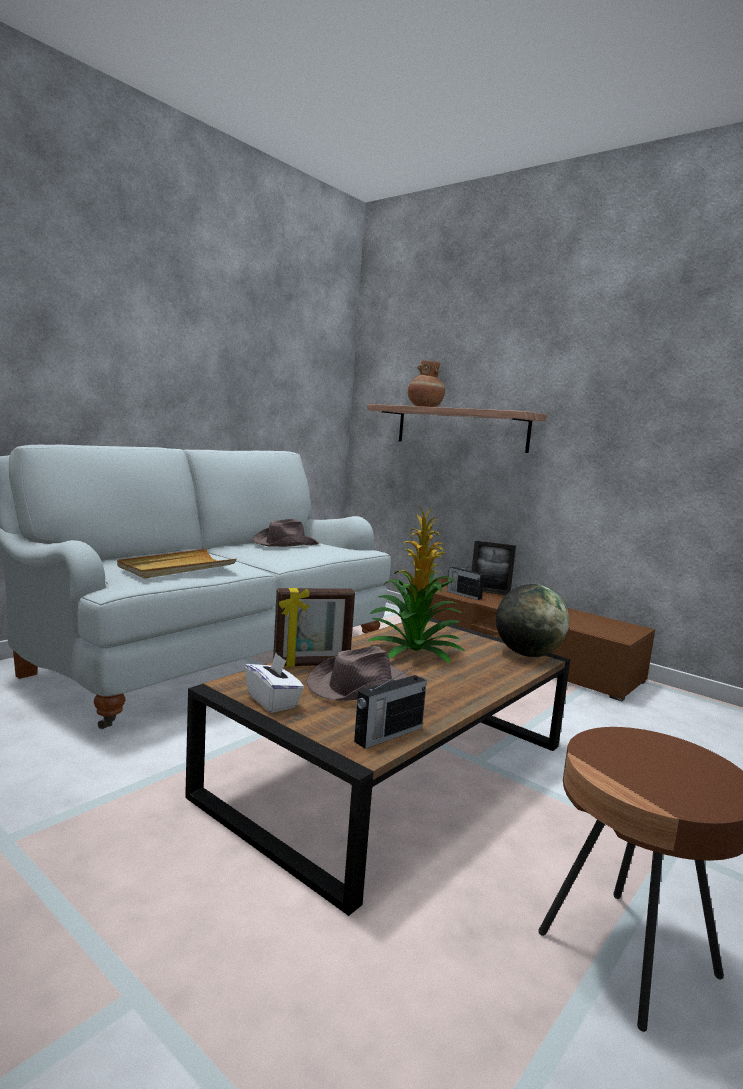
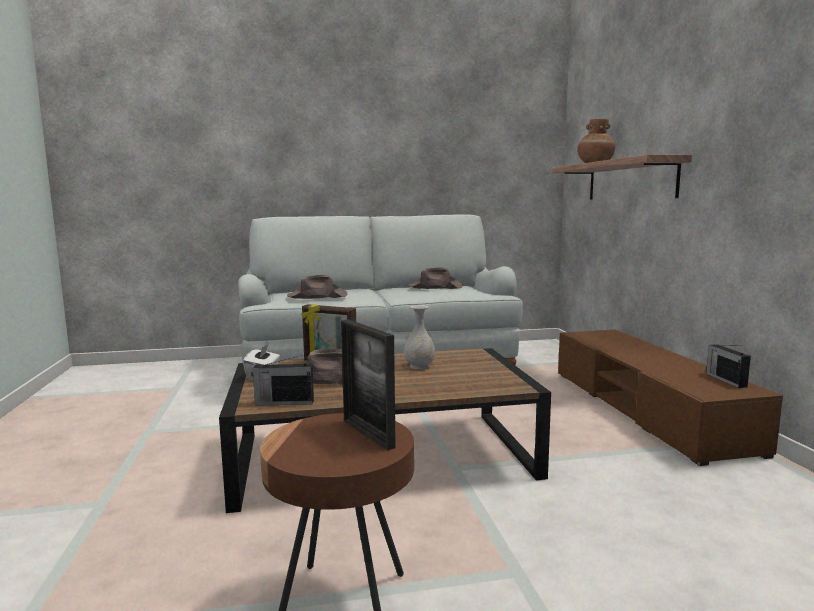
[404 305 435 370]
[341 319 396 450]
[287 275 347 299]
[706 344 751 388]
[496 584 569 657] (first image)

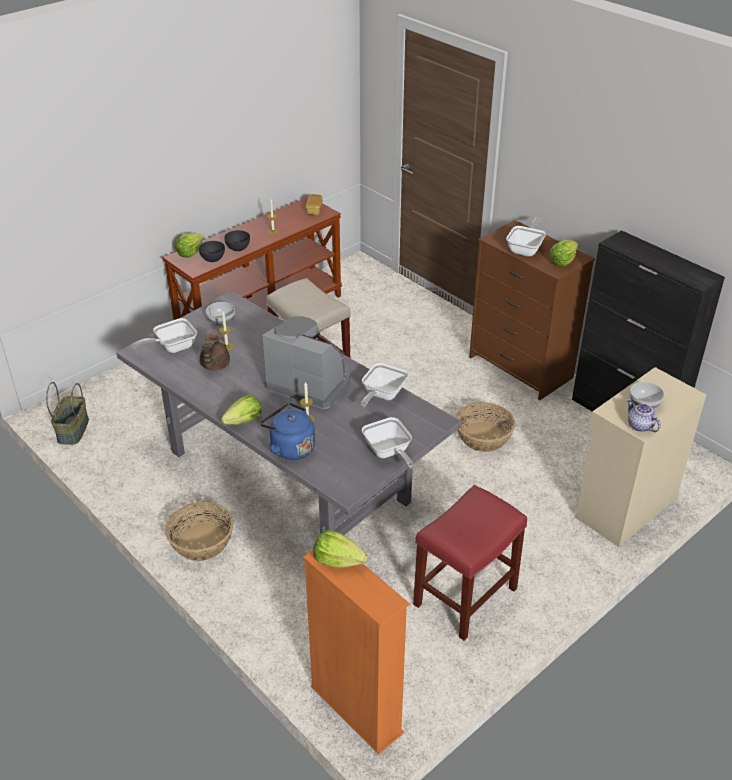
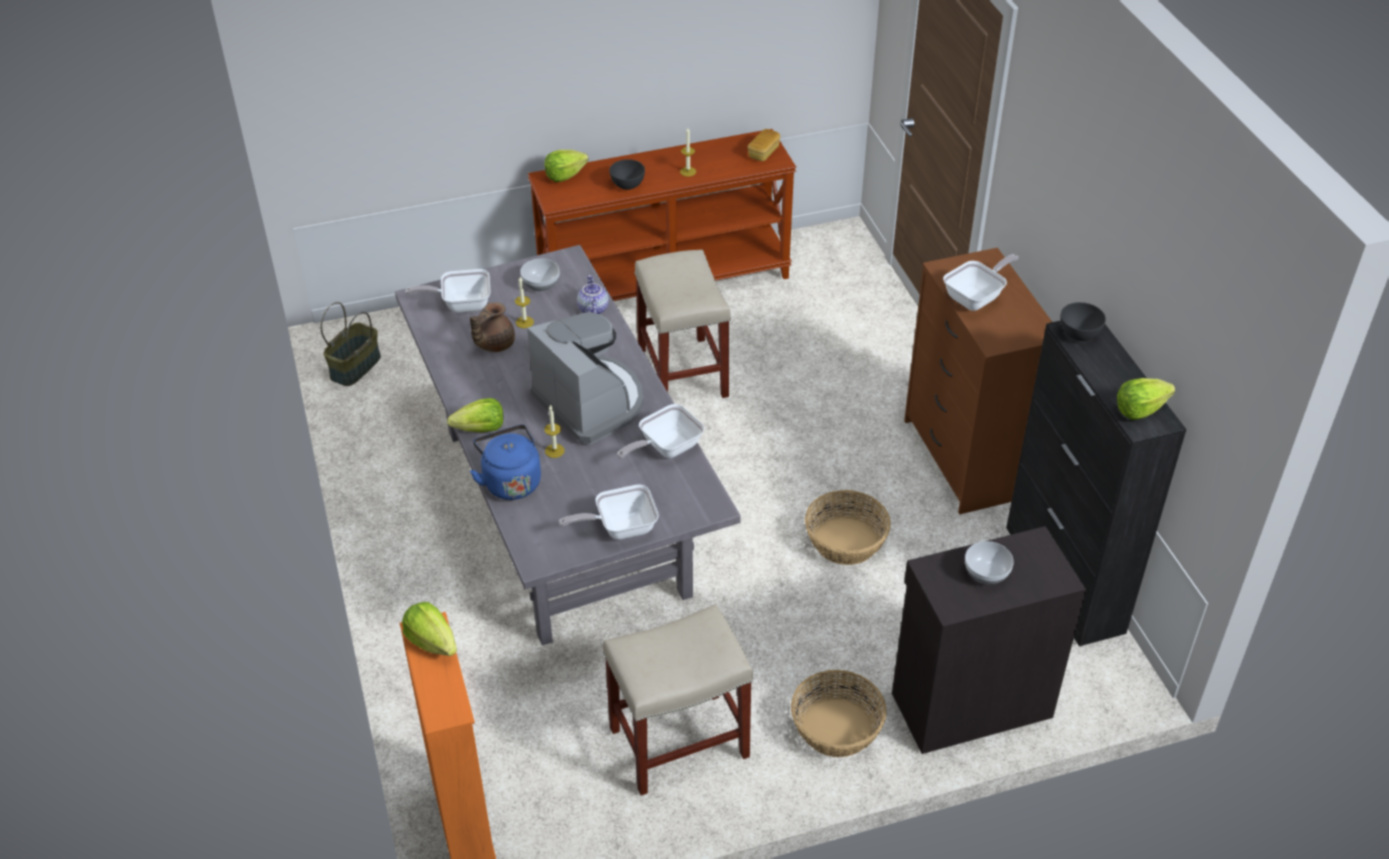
[1117 378 1175 420]
[1060 302 1106 341]
[892 526 1086 754]
[577 275 609 314]
[559 484 659 540]
[603 604 753 796]
[791 670 887 757]

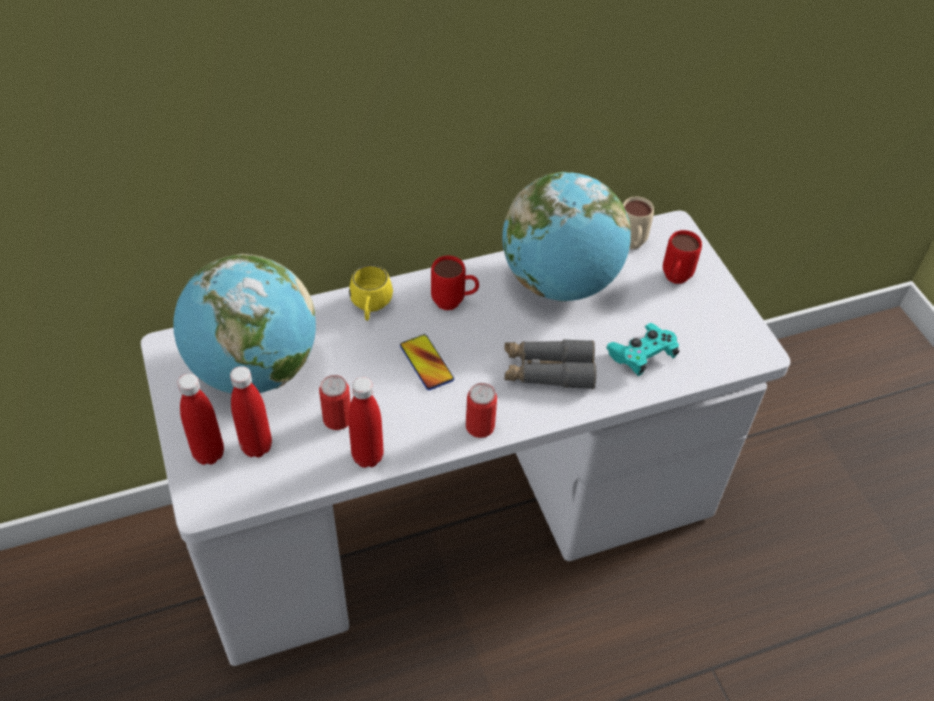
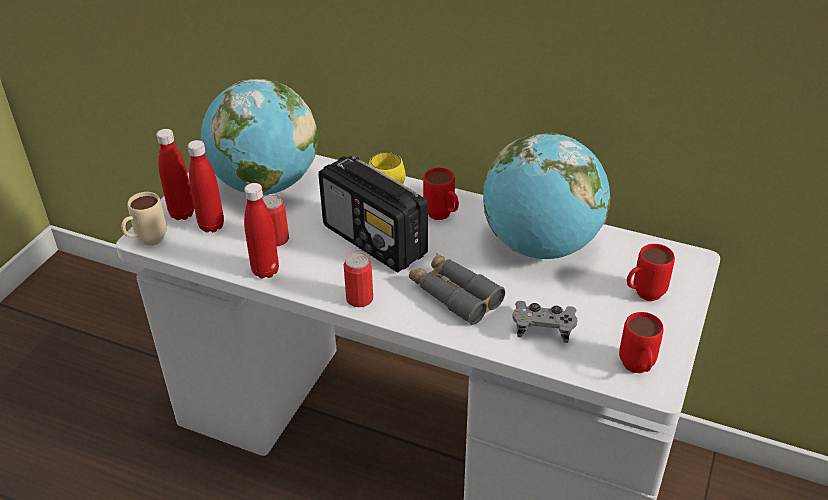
[121 192 167 246]
[512 301 577 343]
[318 156 428 272]
[619 312 663 373]

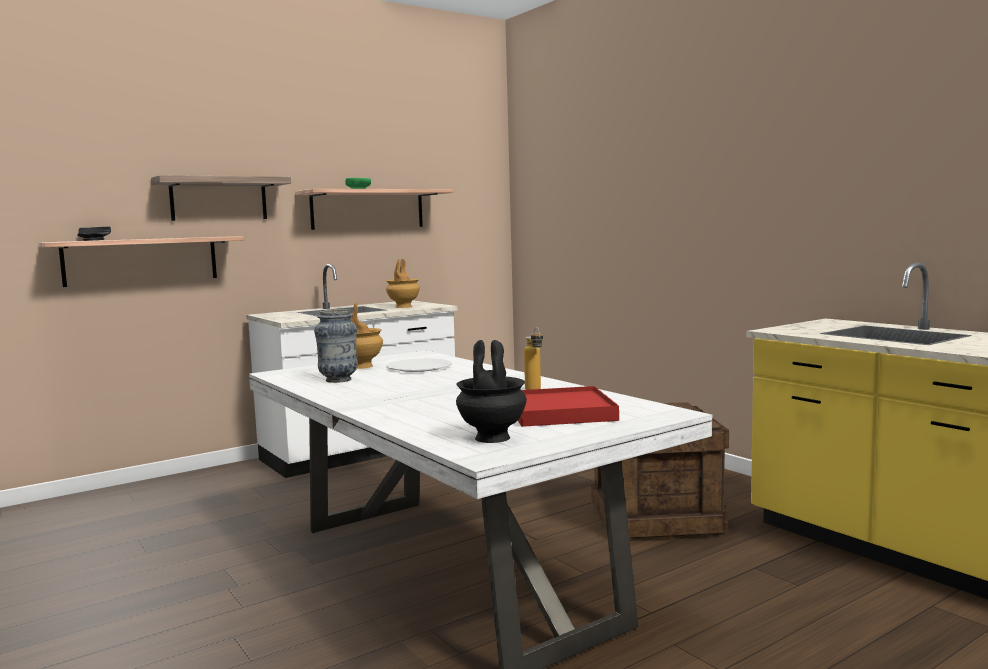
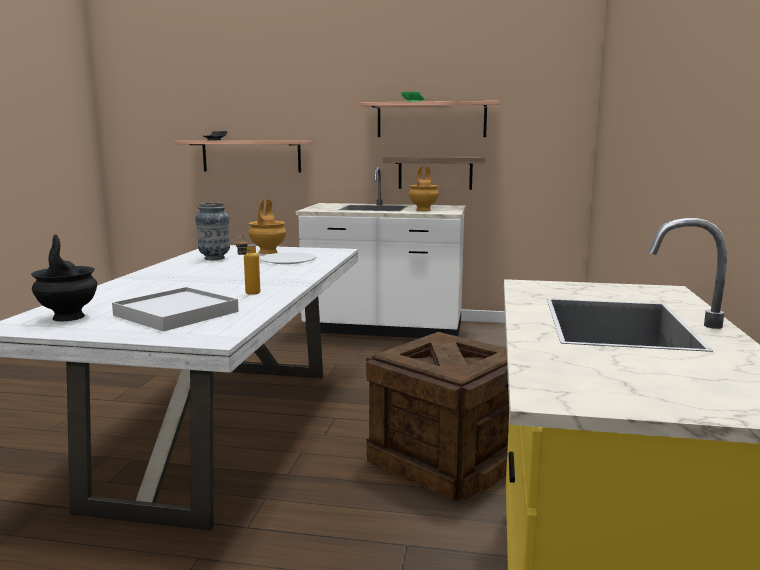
[382 156 485 190]
[112 287 239 331]

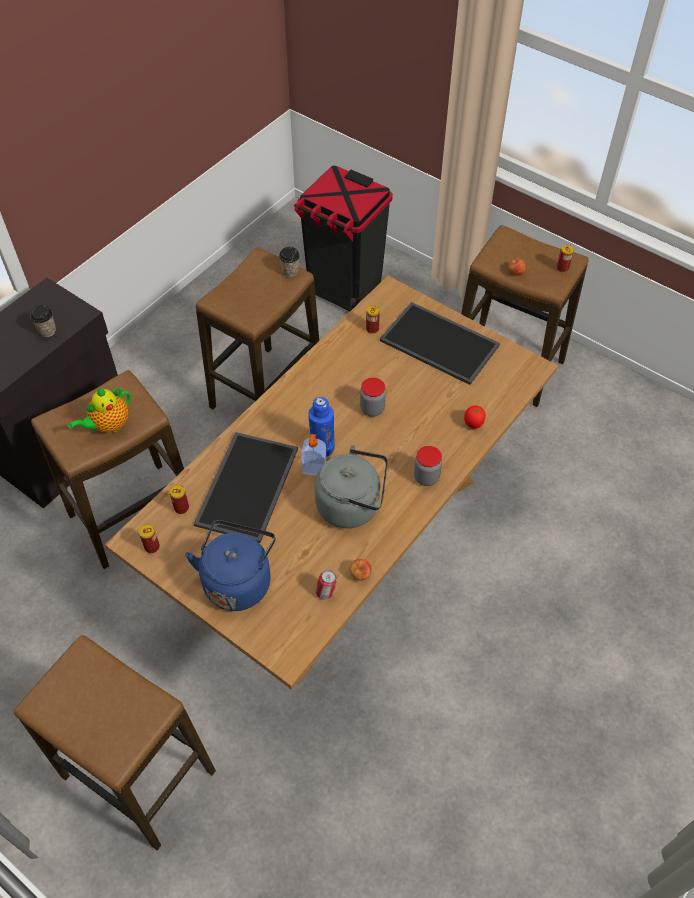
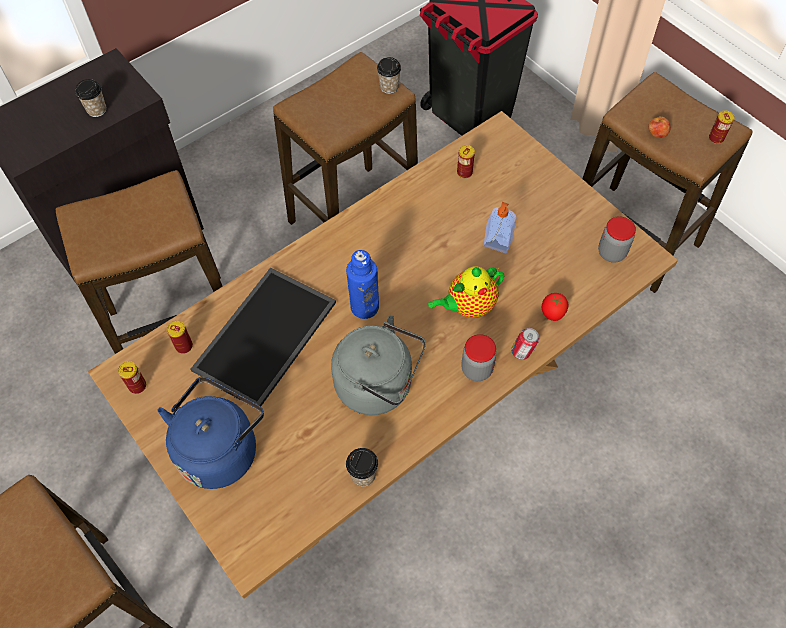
[380 302 500 385] (first image)
[598 216 636 263]
[428 266 504 318]
[484 202 516 253]
[346 448 378 486]
[511 328 539 360]

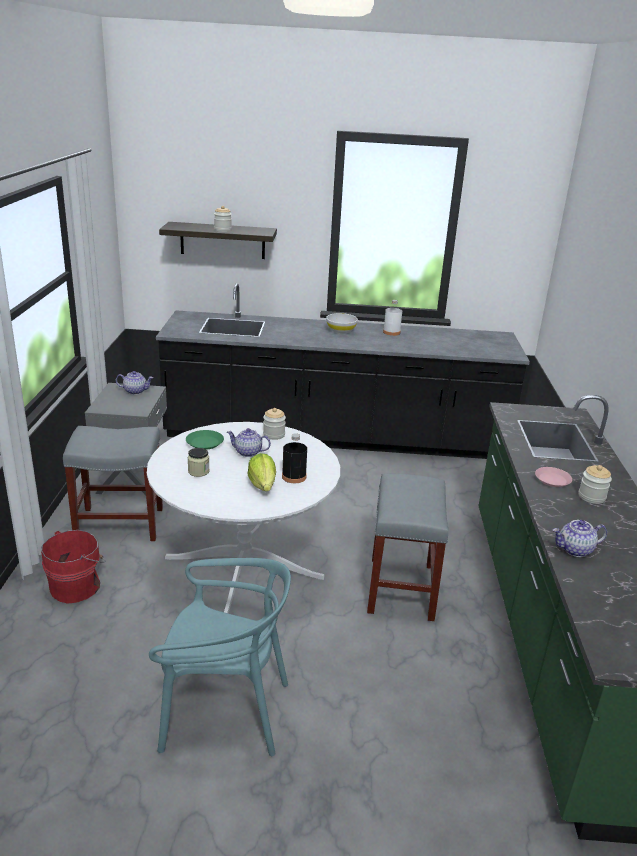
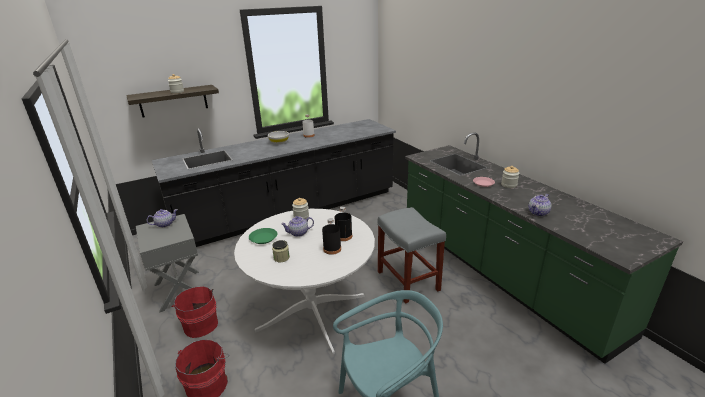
[171 286 218 338]
[322 218 341 255]

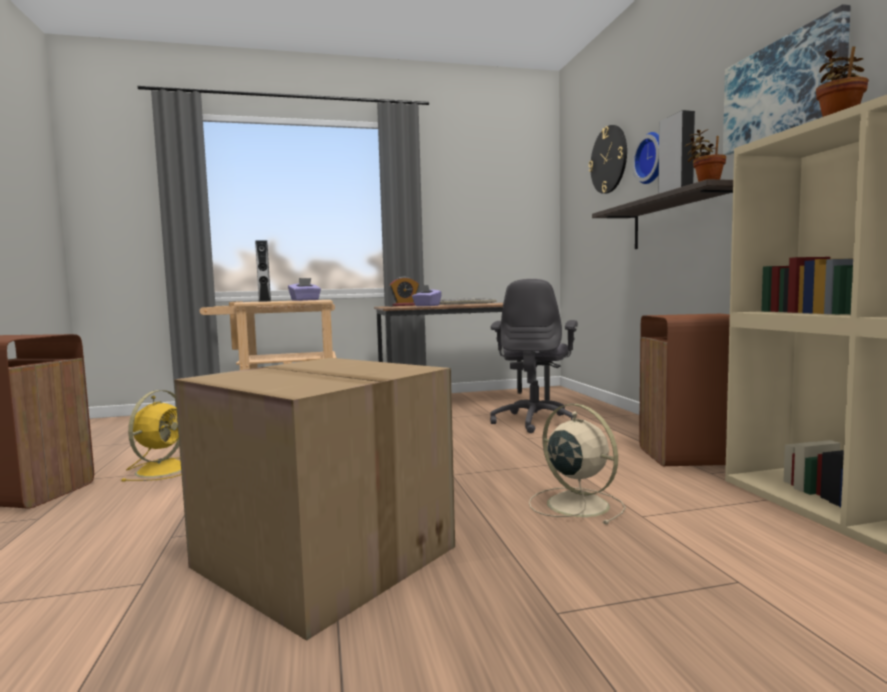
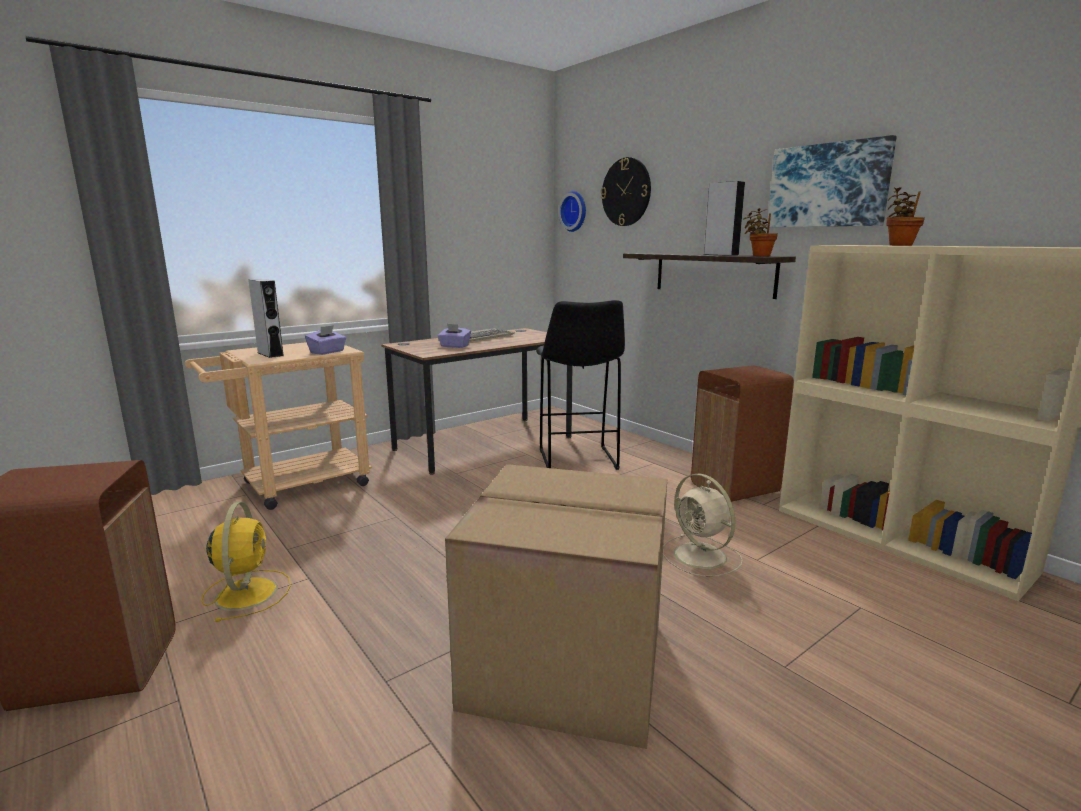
[558 191 586 232]
[389 277 419 306] (first image)
[536 300 625 470]
[663 473 743 577]

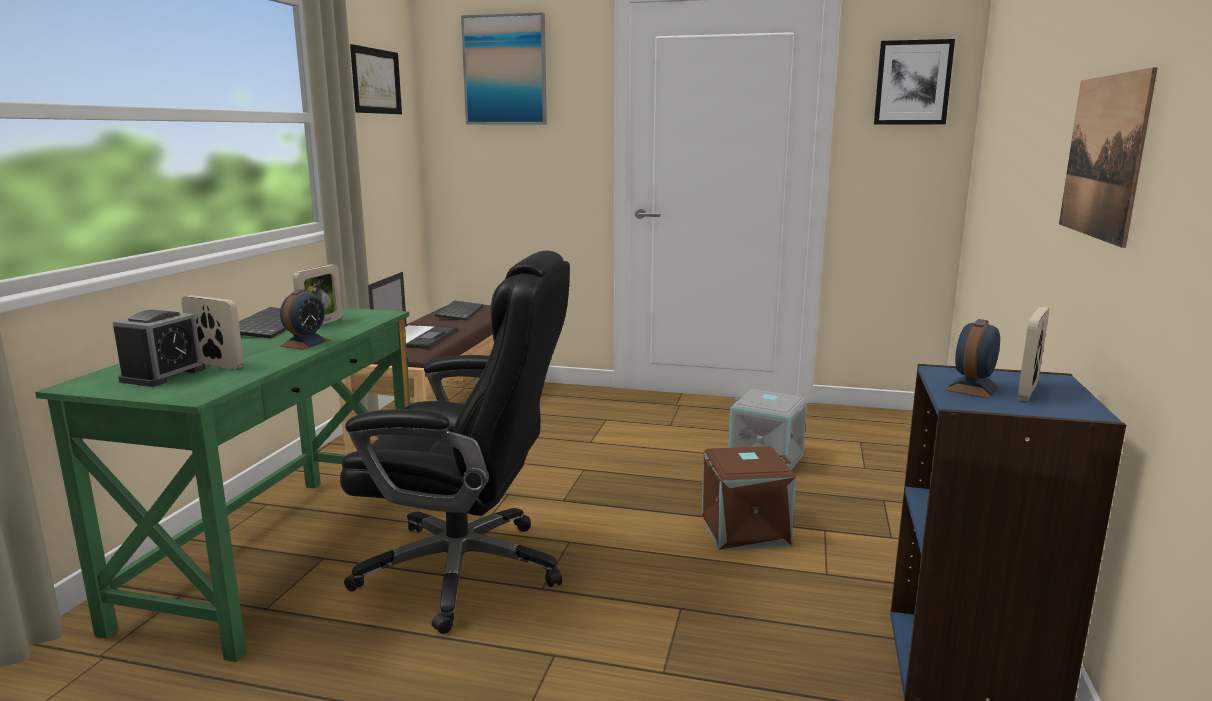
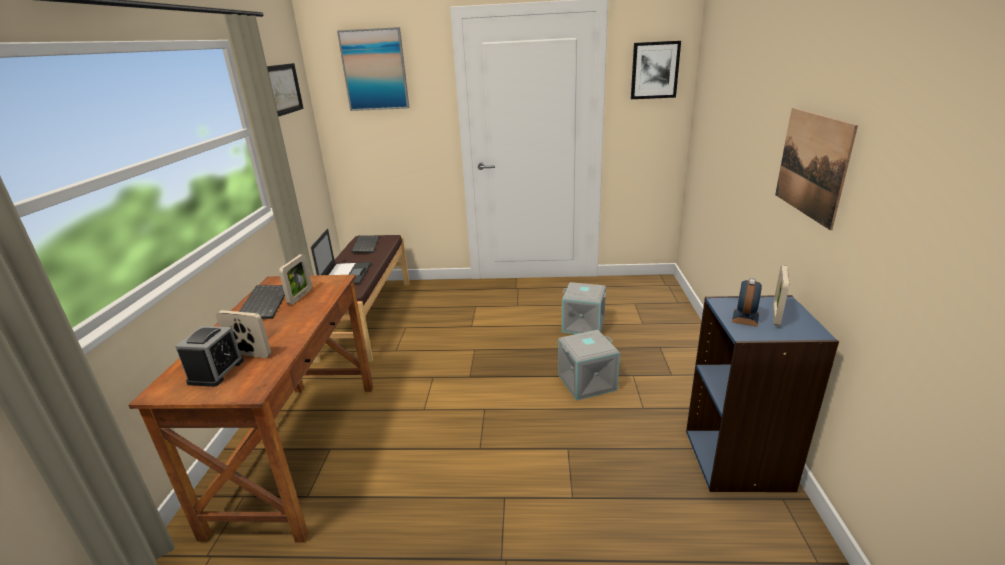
[340 250 570 634] (first image)
[280 289 331 350] (first image)
[129 275 373 543]
[558 330 620 401]

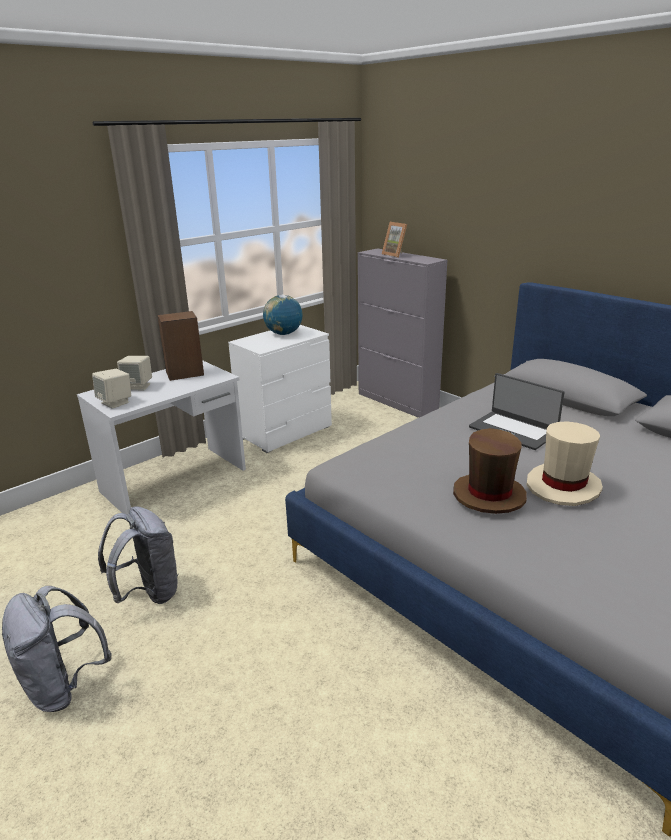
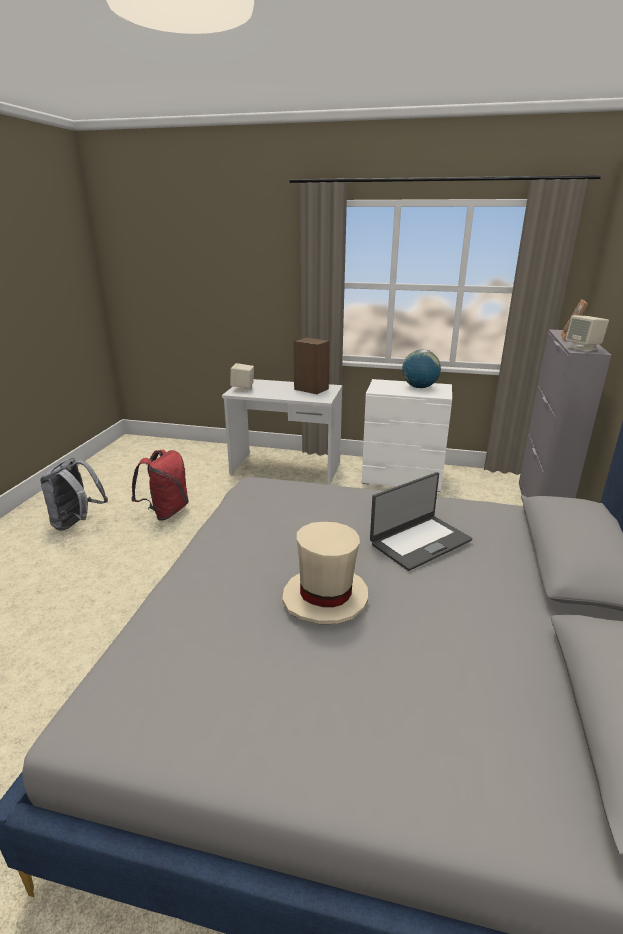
[565 315 609 352]
[370 472 472 571]
[453 428 527 514] (first image)
[131 450 189 521]

